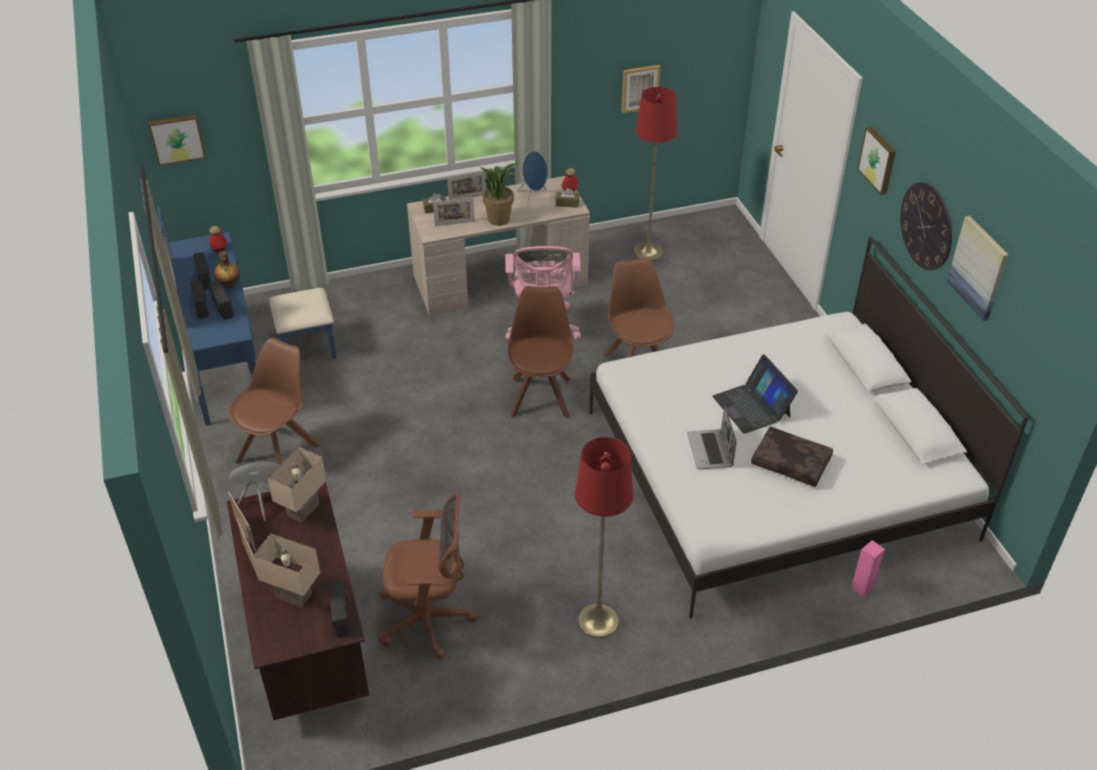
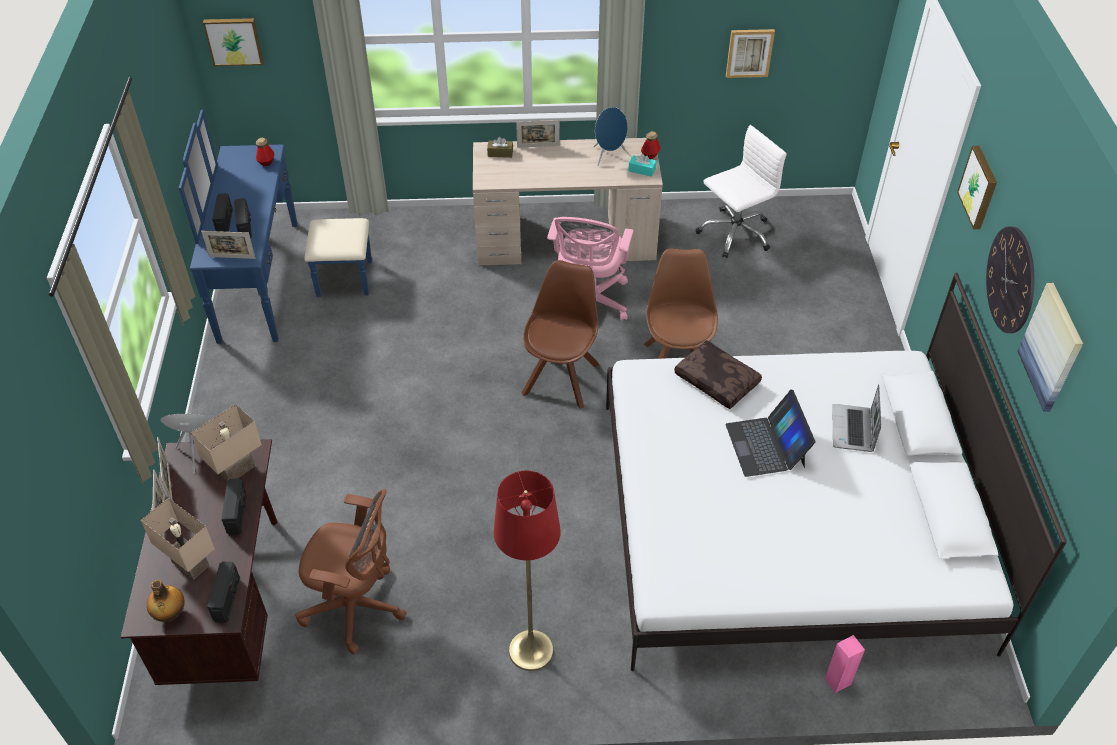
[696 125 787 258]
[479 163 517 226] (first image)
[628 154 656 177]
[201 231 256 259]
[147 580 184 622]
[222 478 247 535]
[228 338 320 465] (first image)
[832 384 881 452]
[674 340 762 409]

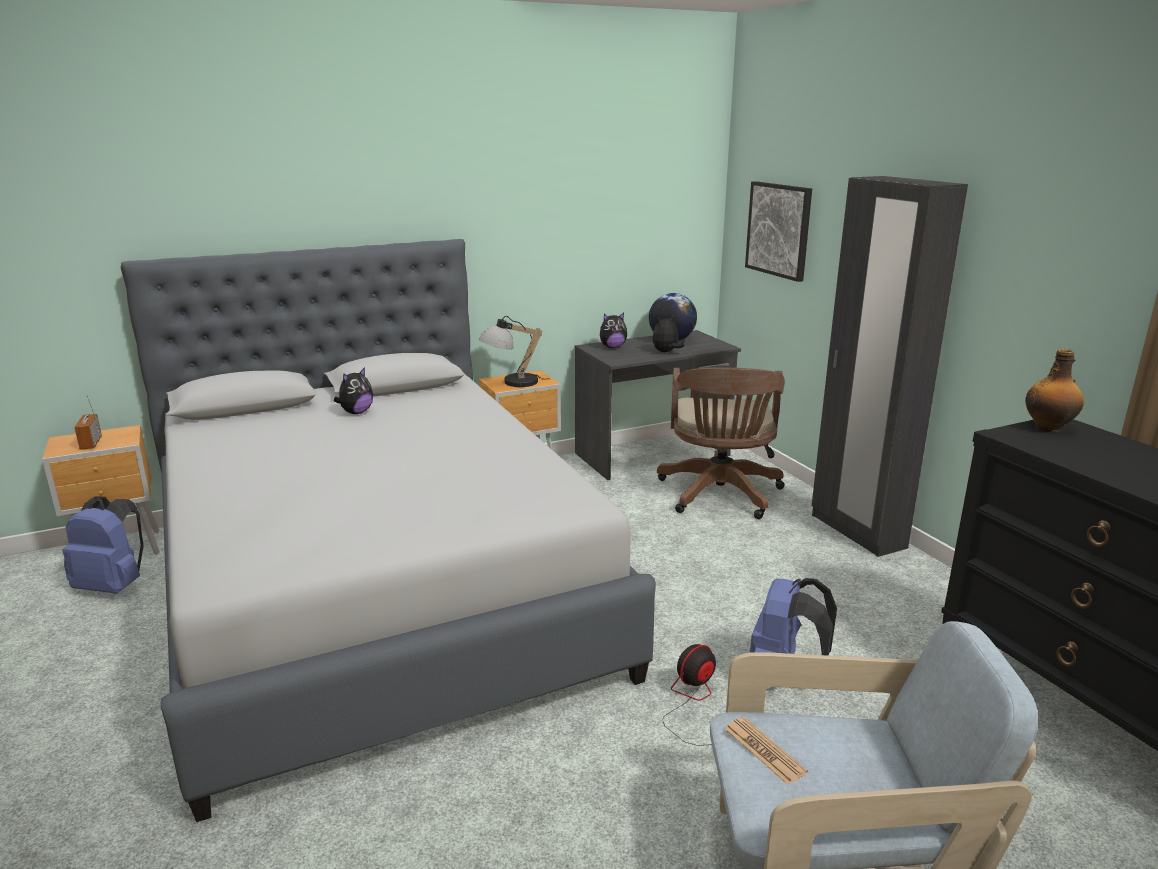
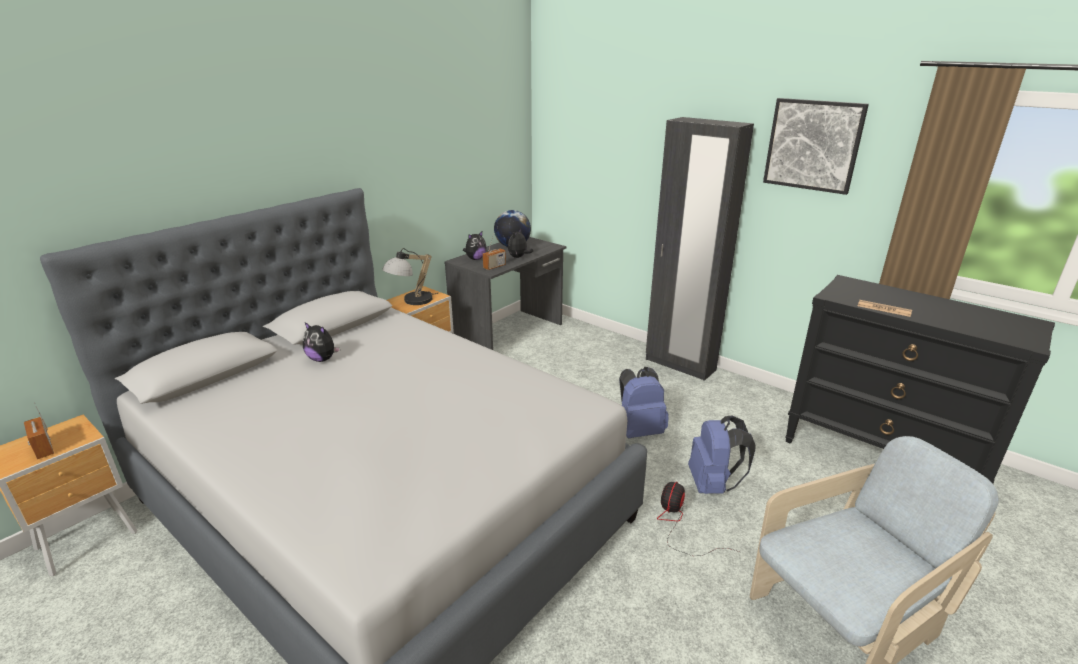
[763 98 869 195]
[1025 349 1084 432] (first image)
[303 322 340 362]
[657 368 785 519] (first image)
[619 367 669 438]
[858 300 912 317]
[483 233 506 270]

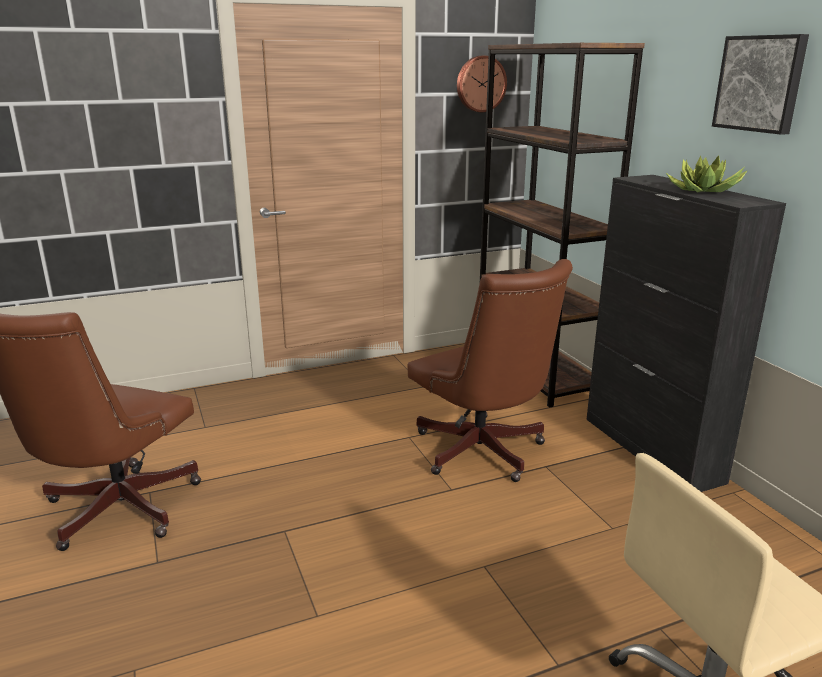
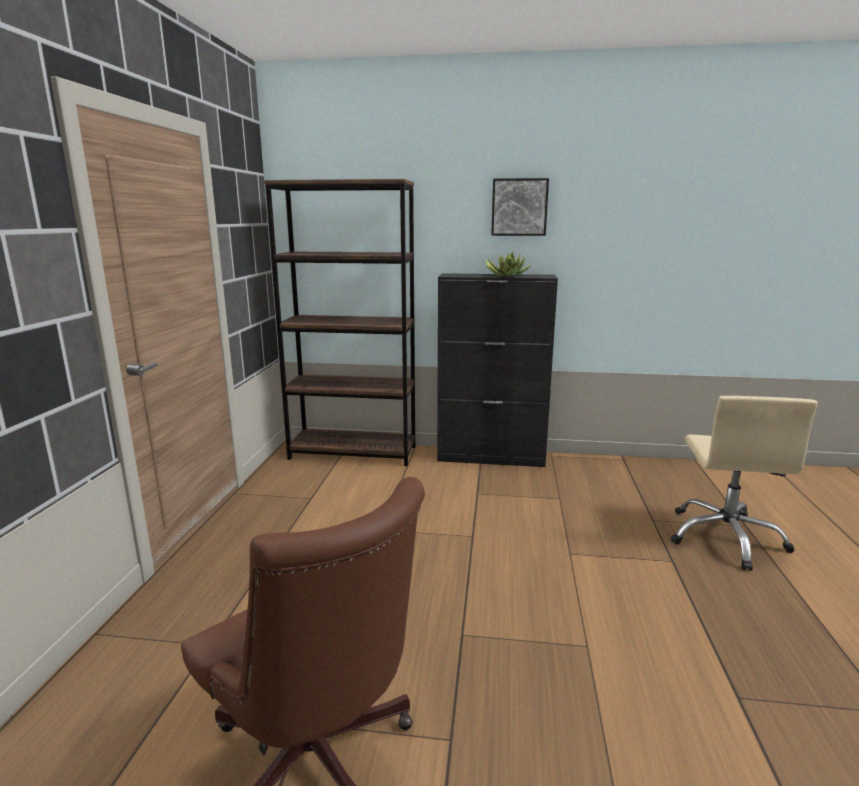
[457 56 507 112] (first image)
[407 259 573 482] (first image)

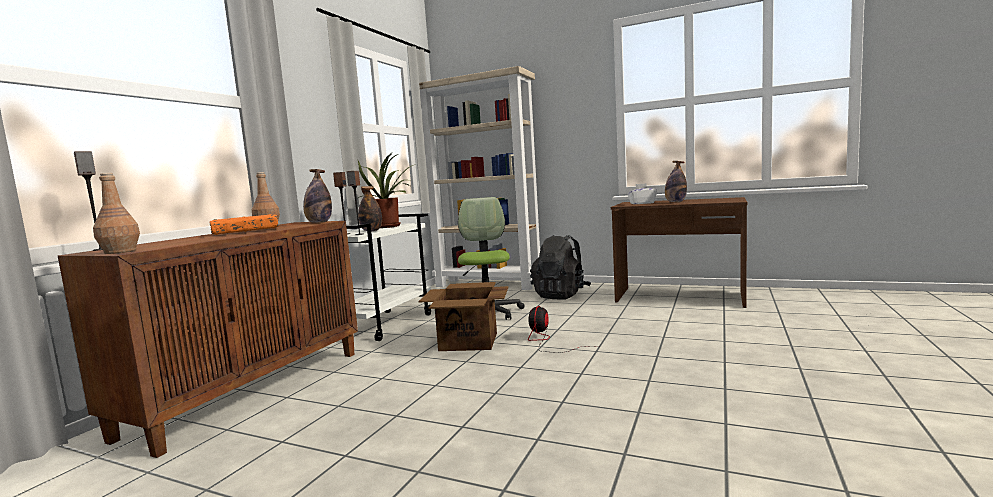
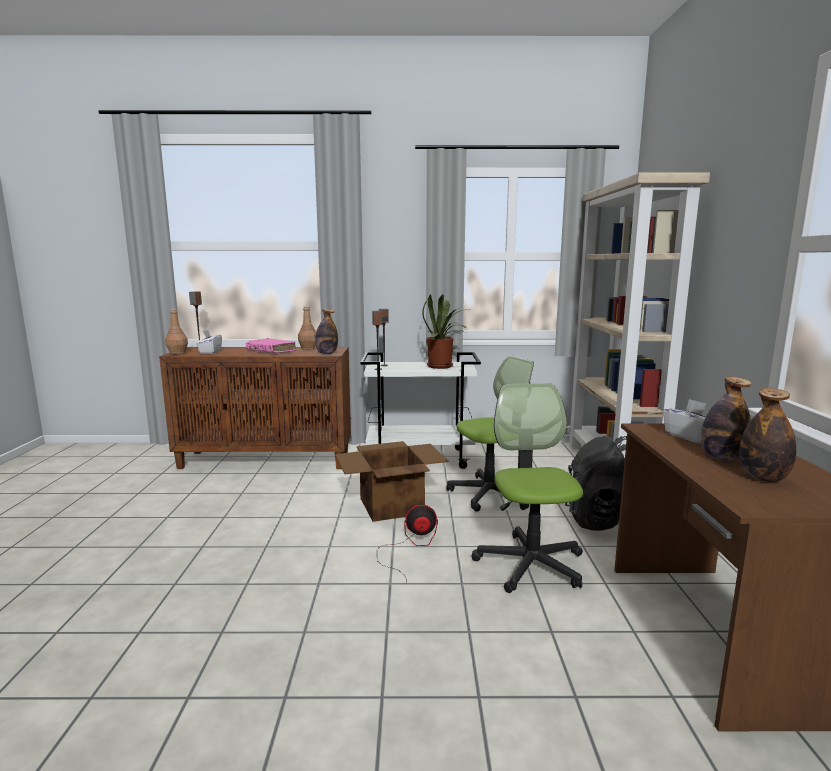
[740 388 796 482]
[246 338 296 353]
[196 330 222 354]
[472 383 583 593]

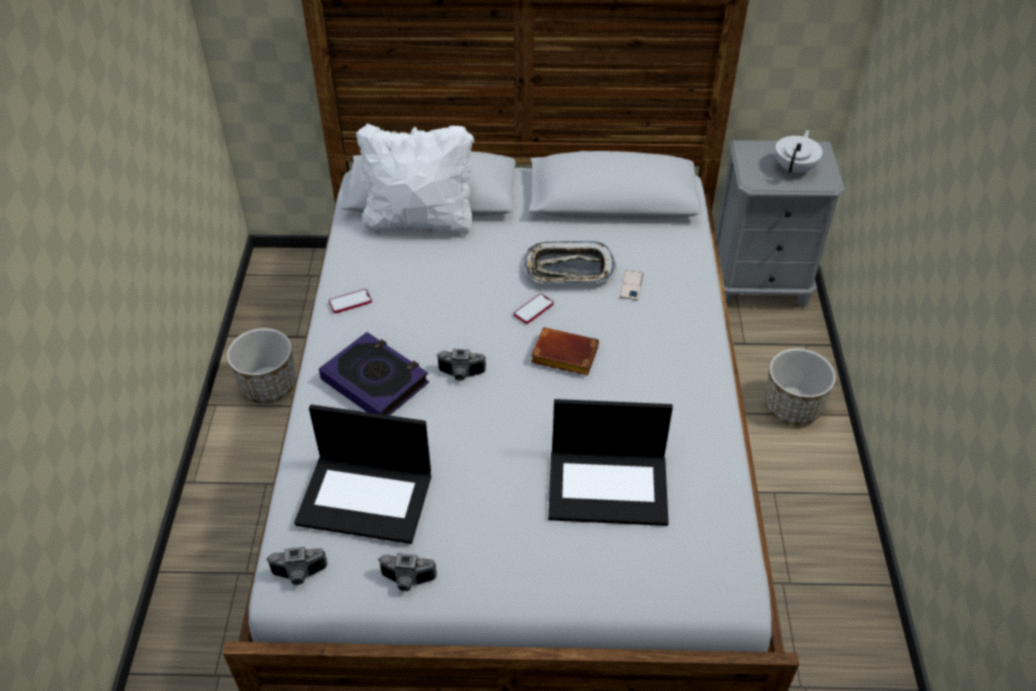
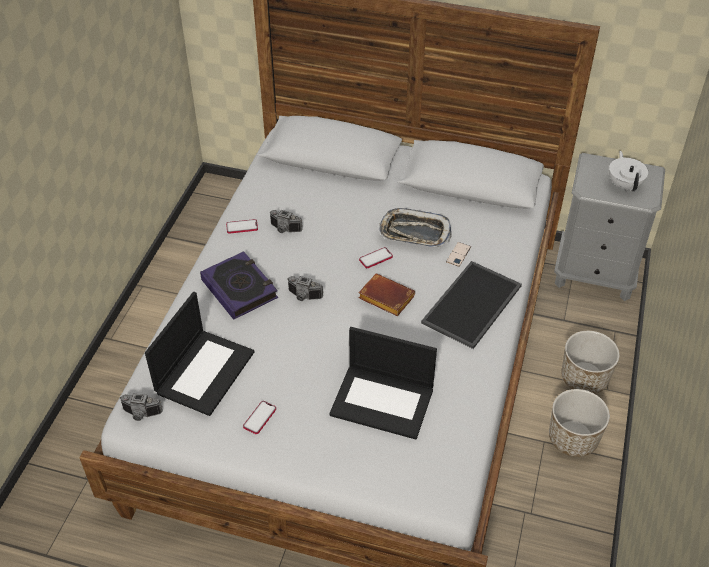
[356 123 474 236] (first image)
[609 151 648 191]
[549 389 610 457]
[145 292 254 416]
[269 210 303 233]
[421 261 522 349]
[243 401 276 434]

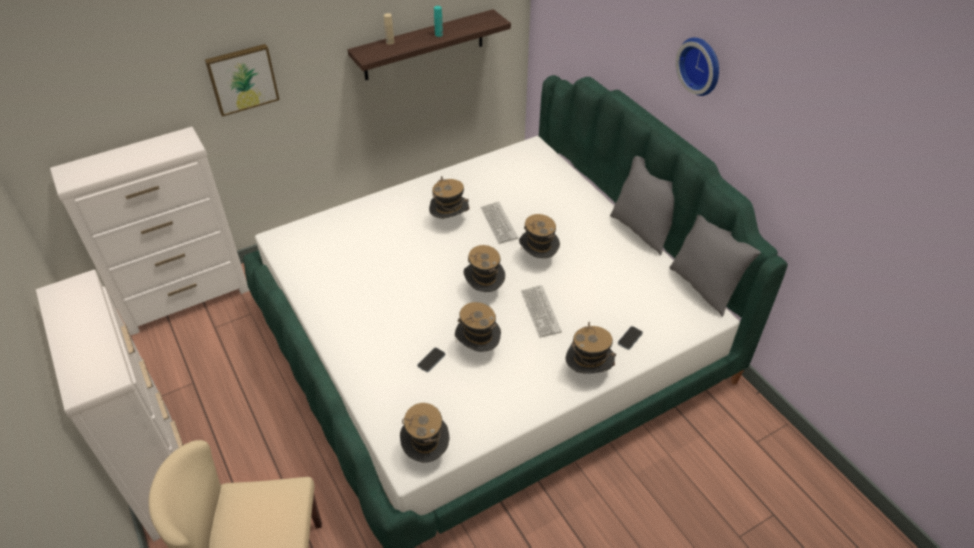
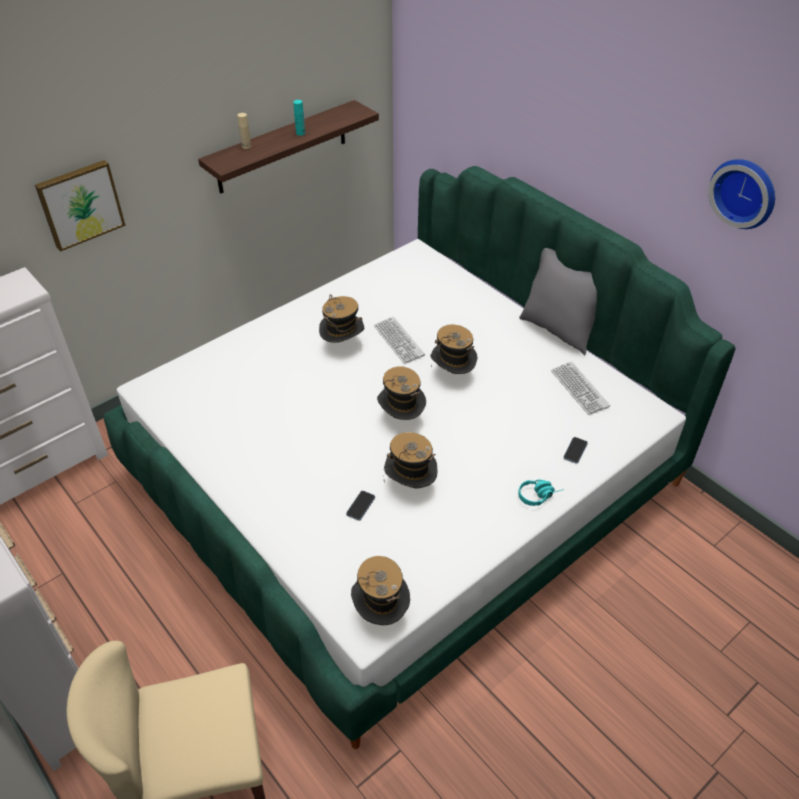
[708 159 775 229]
[669 215 761 317] (first image)
[551 361 610 415]
[518 480 564 506]

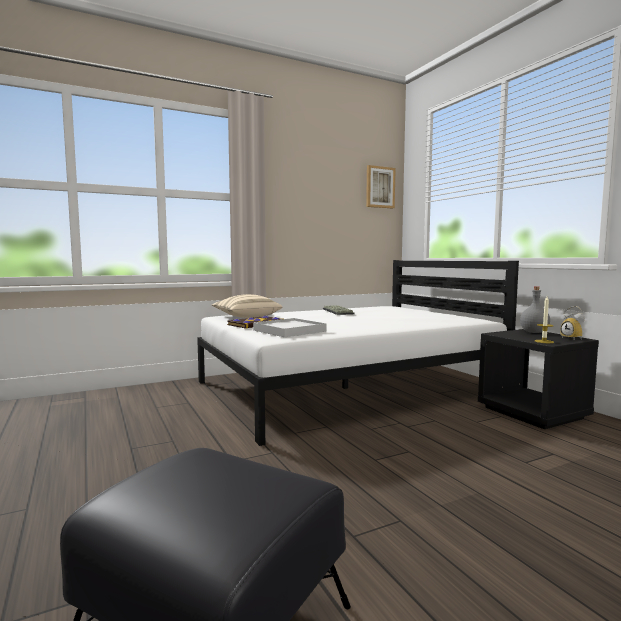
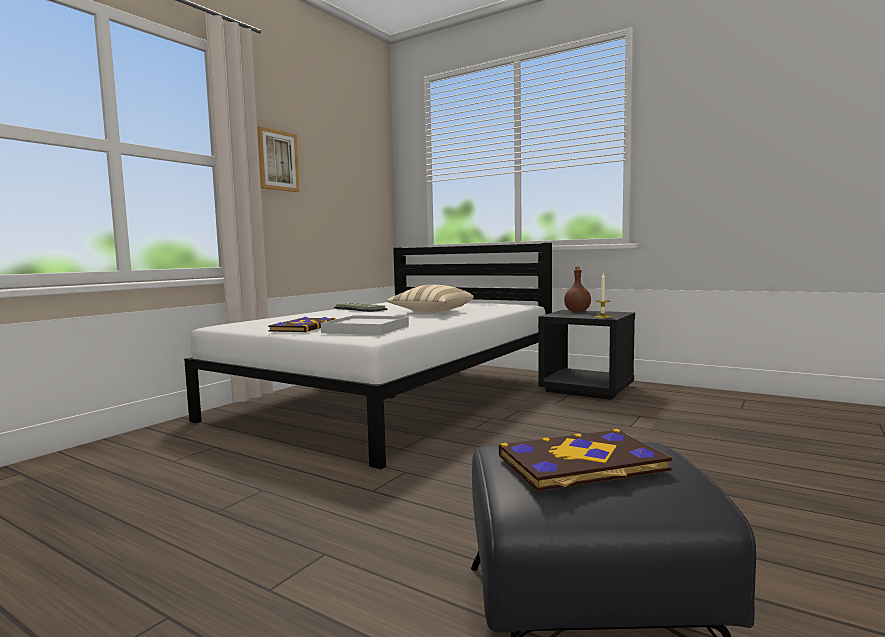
[257 126 300 192]
[564 267 591 312]
[386 285 474 313]
[560 306 585 340] (first image)
[499 429 672 491]

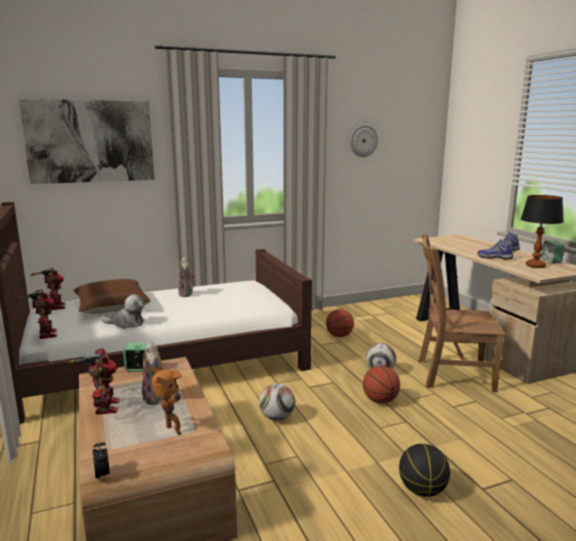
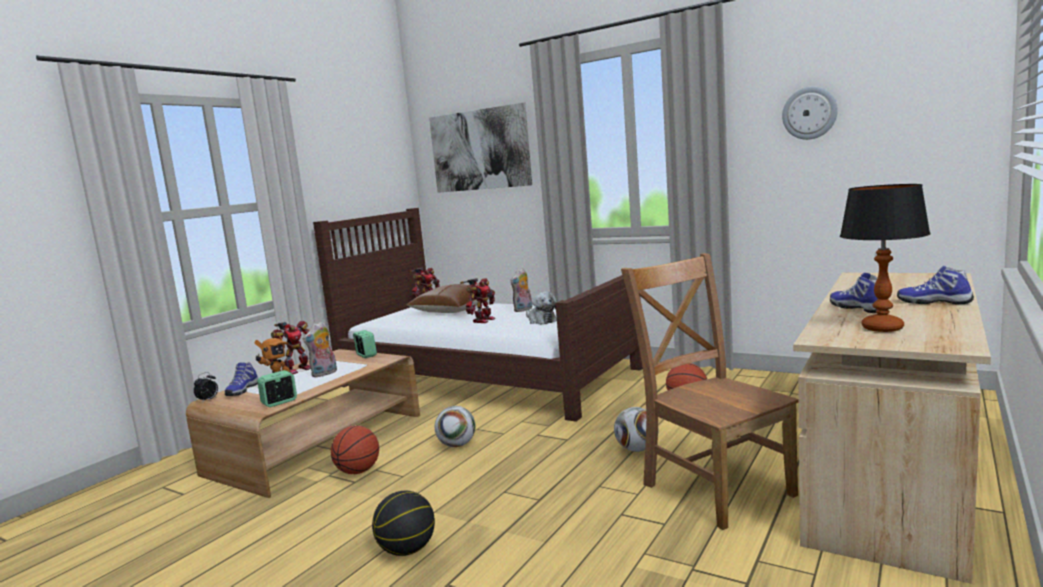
[257 370 297 407]
[460 278 495 323]
[526 291 557 324]
[330 426 379 474]
[225 362 258 396]

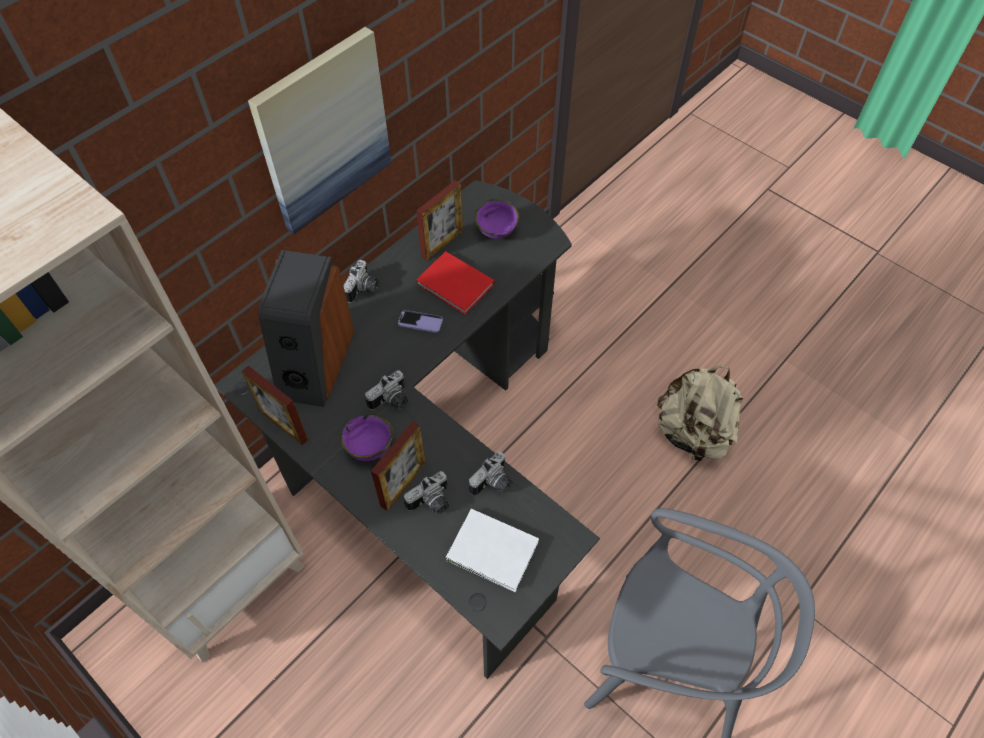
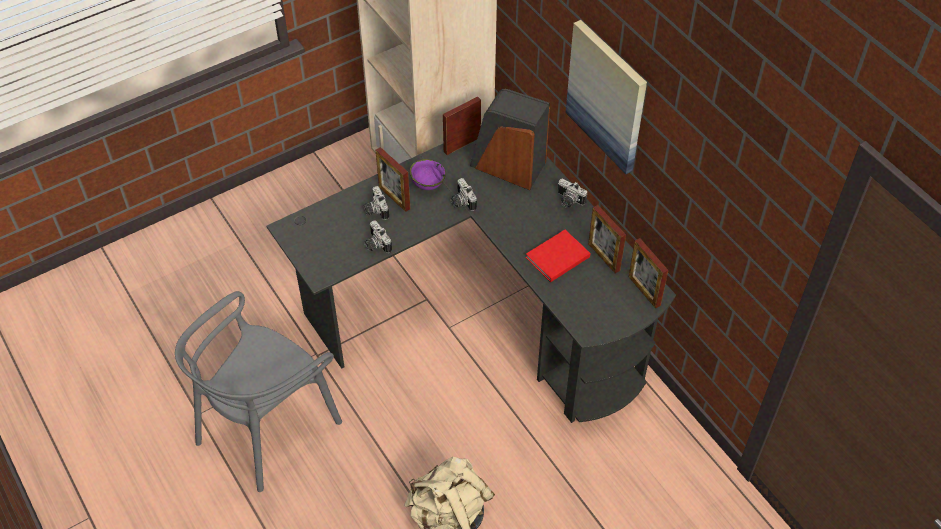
[474 199 519 239] (first image)
[398 310 443 333] (first image)
[446 509 539 592] (first image)
[629 238 668 309]

